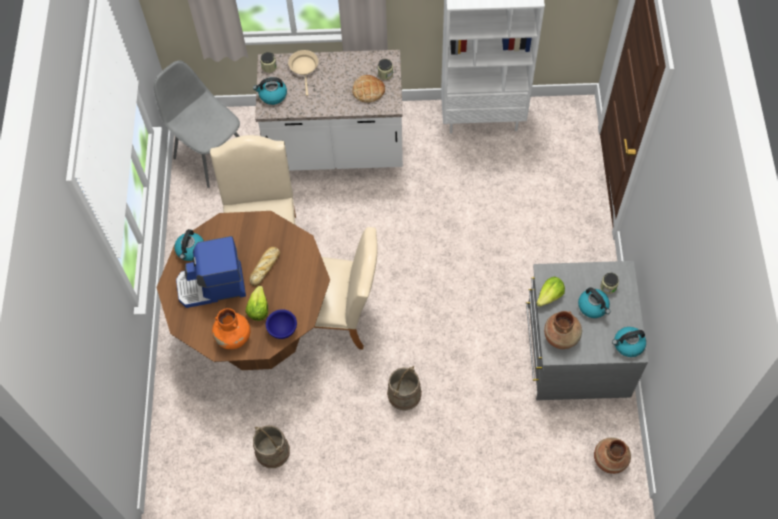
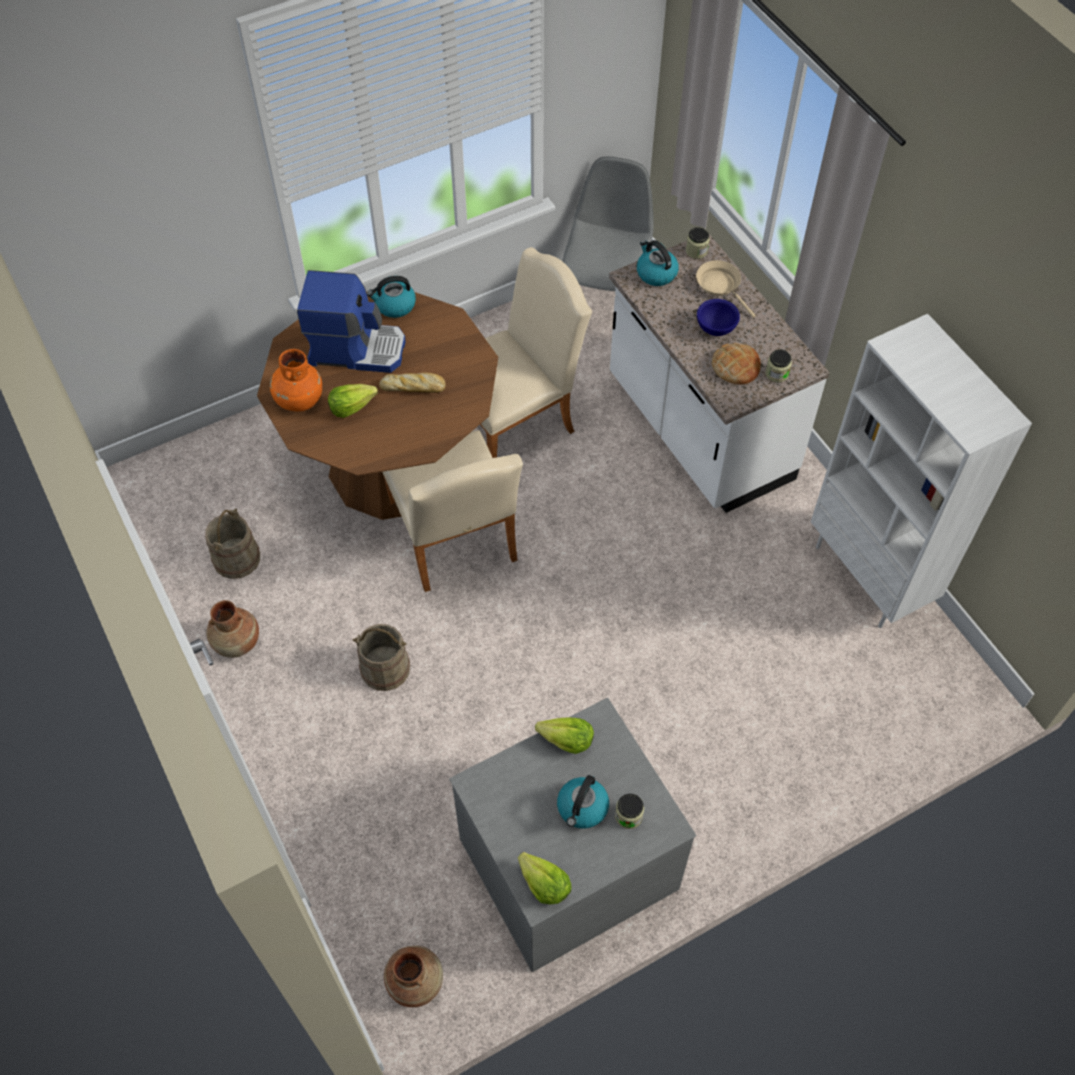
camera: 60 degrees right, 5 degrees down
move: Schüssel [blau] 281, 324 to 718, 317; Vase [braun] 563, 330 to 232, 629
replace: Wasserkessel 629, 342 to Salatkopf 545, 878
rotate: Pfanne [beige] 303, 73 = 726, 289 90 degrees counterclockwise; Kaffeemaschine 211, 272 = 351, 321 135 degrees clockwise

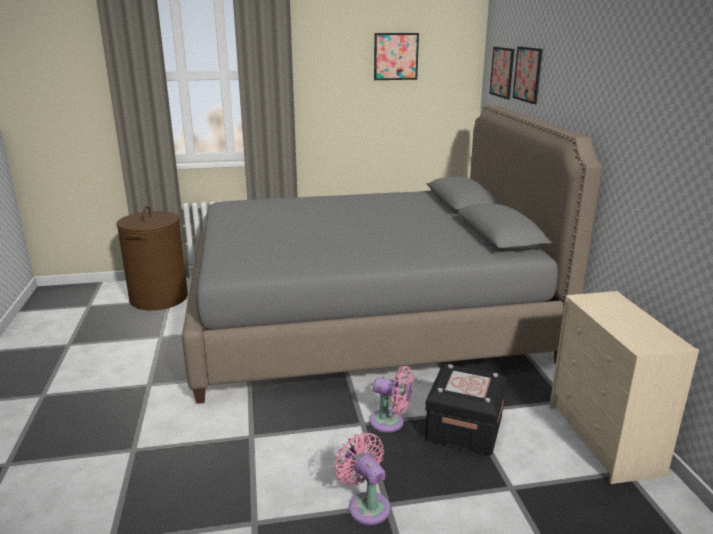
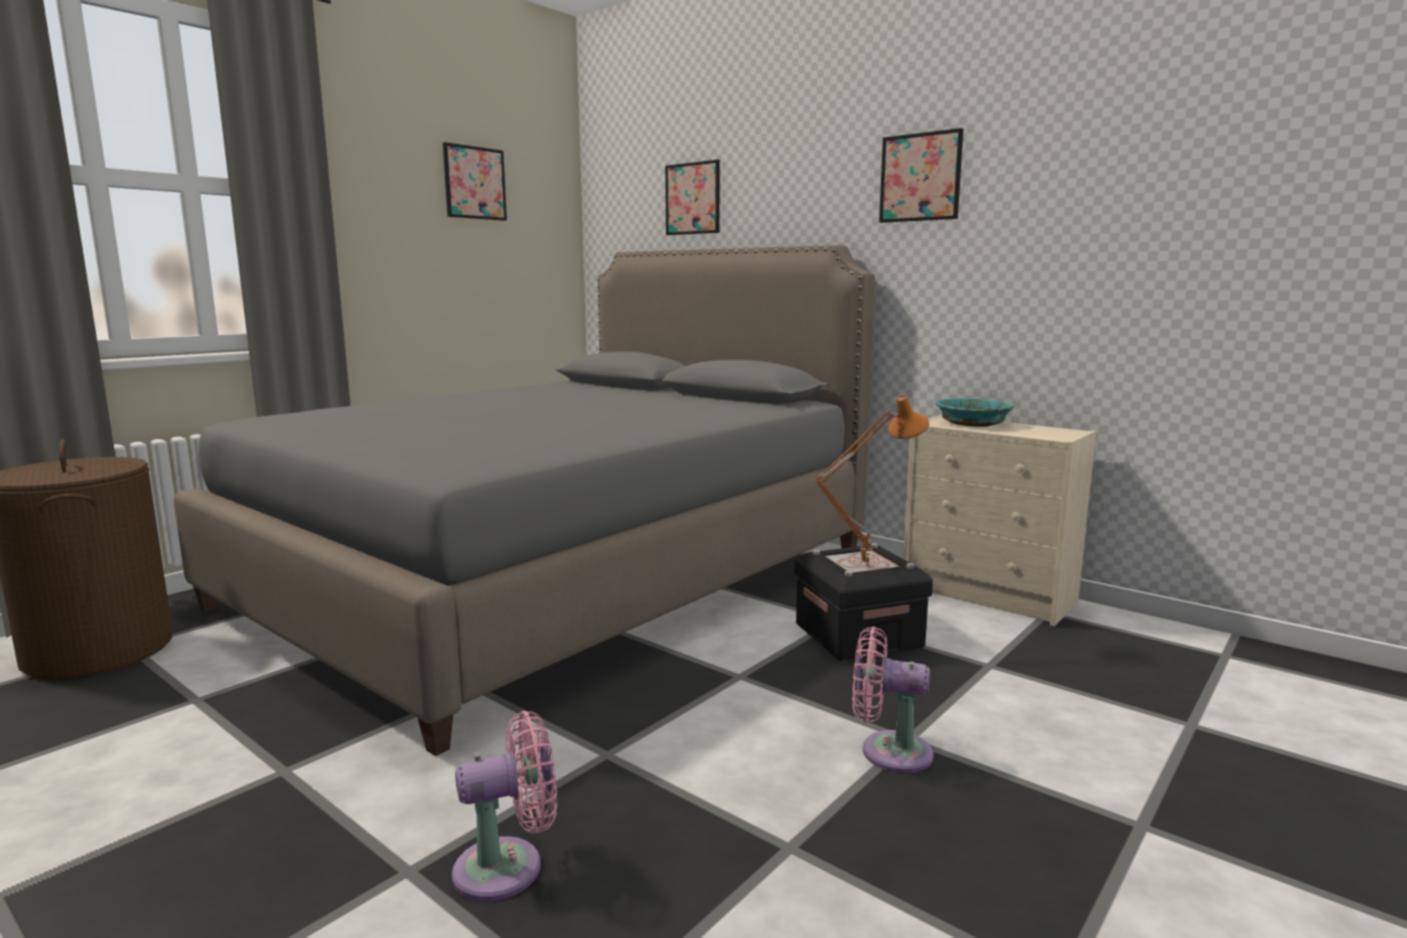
camera: 40 degrees left, 10 degrees down
insert: Tischlampe [orange] 871, 480; Schüssel [türkis] 974, 412
move: Bild 502, 73 to 921, 175; Ventilator [rosa] 391, 399 to 504, 805

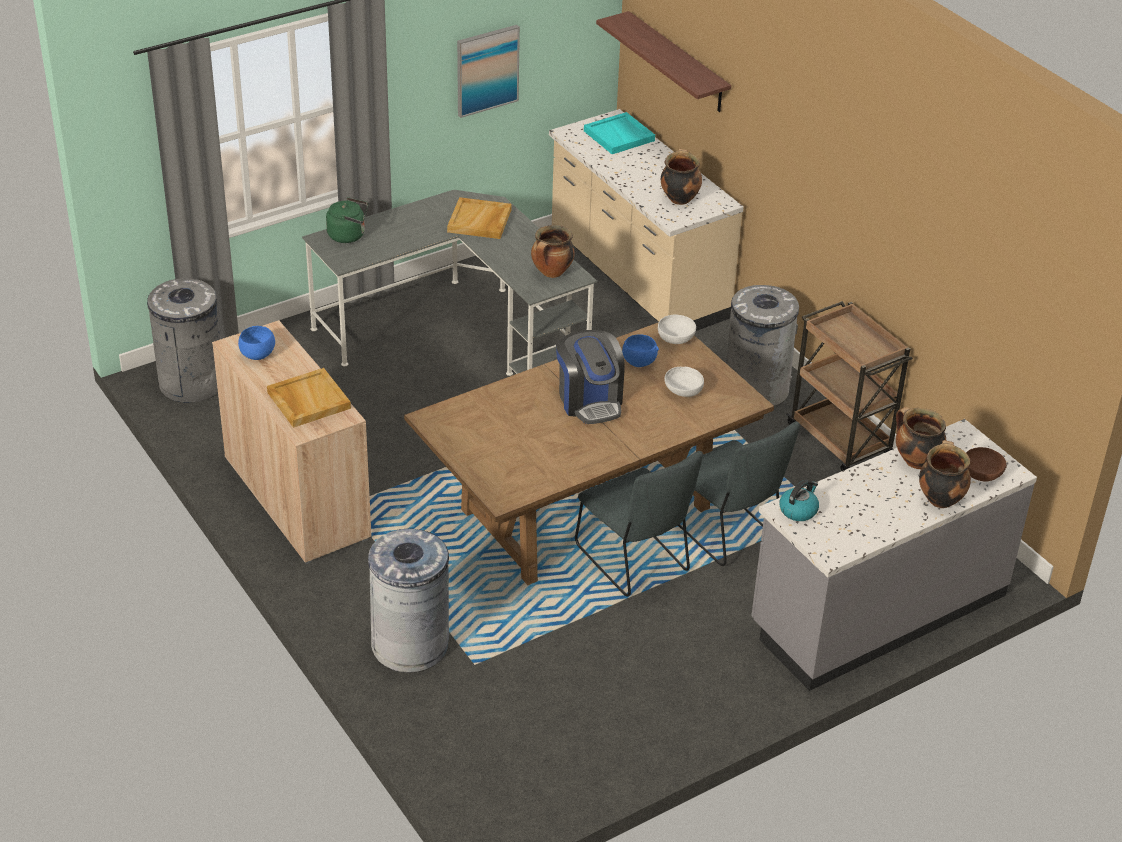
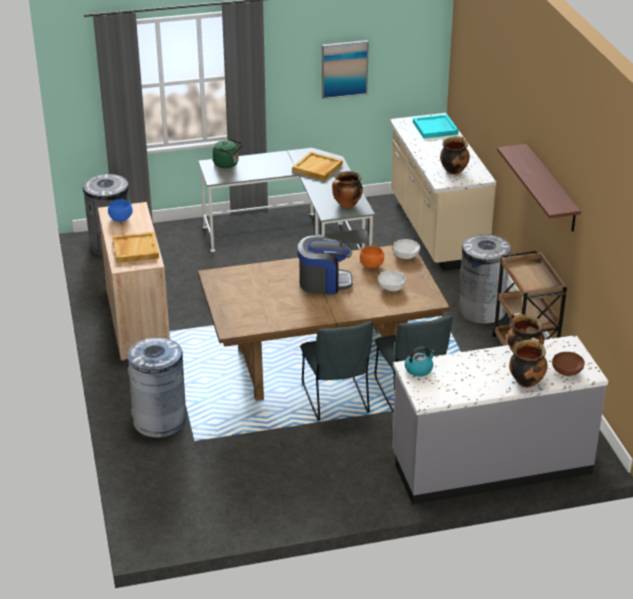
camera: 20 degrees right, 5 degrees down
move: Wandregal 663, 61 to 539, 188
recolor: Schüssel [blau] 640, 350 to Schüssel [orange] 372, 257
rotate: Kaffeemaschine 590, 377 = 325, 264 90 degrees counterclockwise

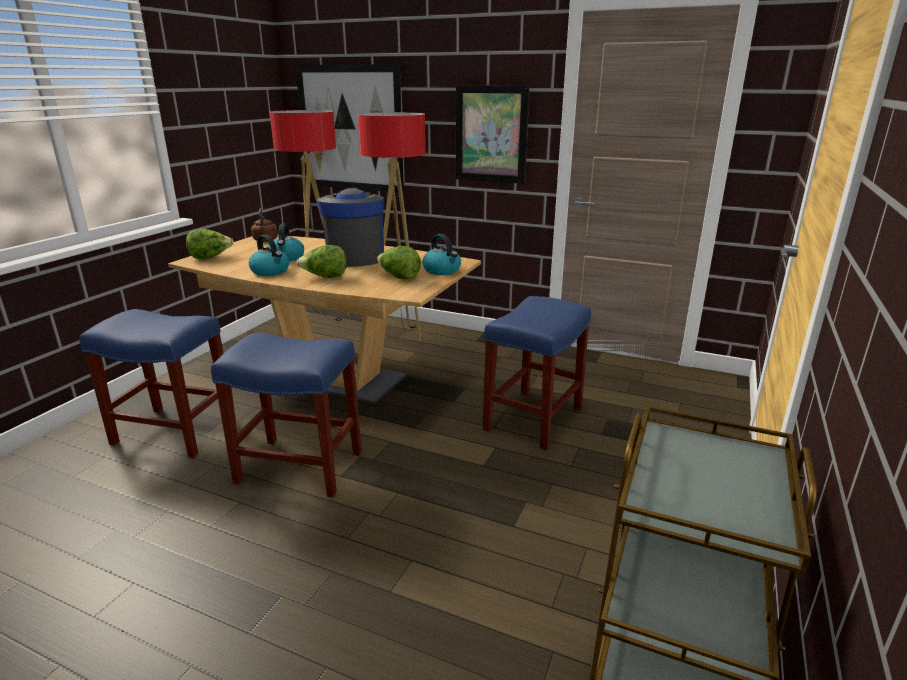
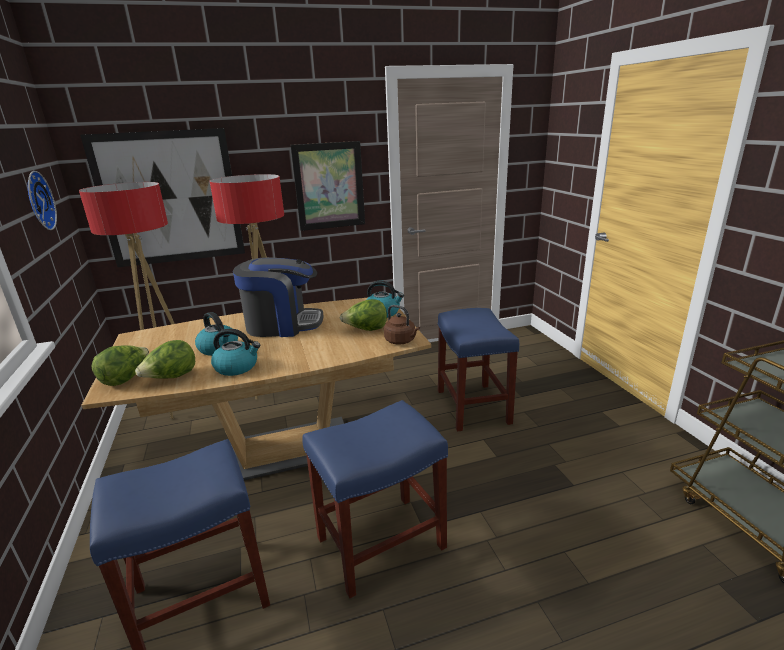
camera: 40 degrees left, 0 degrees up
insert: Wanduhr 42, 200
move: Wasserkessel [braun] 264, 225 to 402, 325; Salatkopf 321, 261 to 165, 359
rotate: Kaffeemaschine 350, 227 = 278, 297 135 degrees clockwise

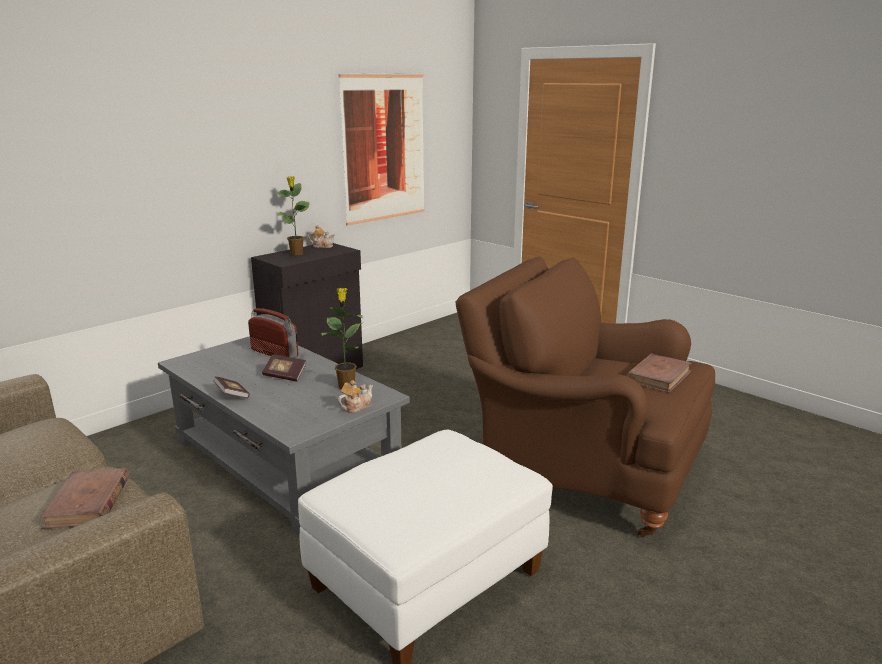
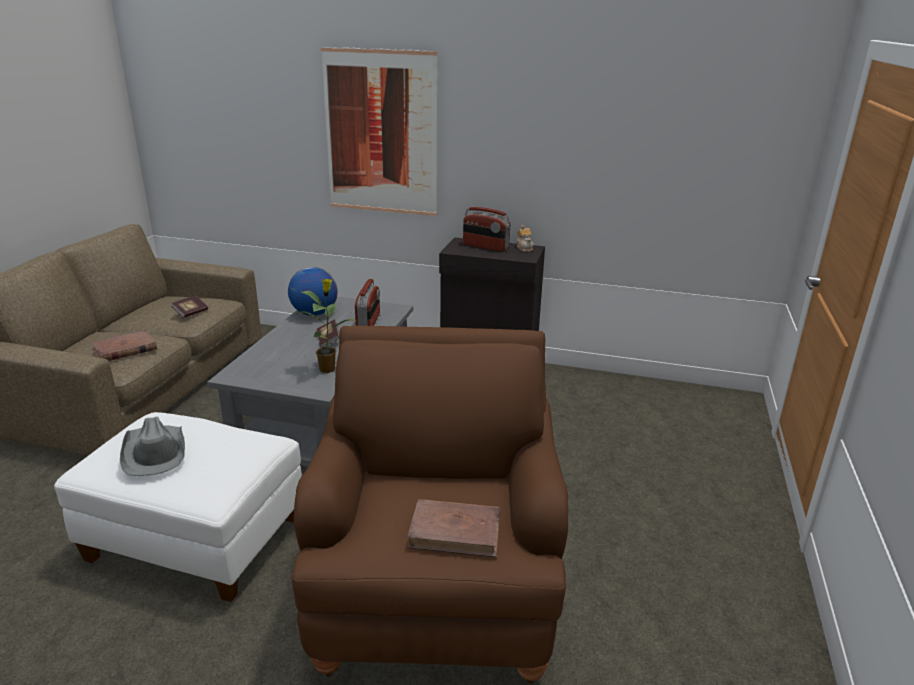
camera: 60 degrees right, 5 degrees up
delete: Teekanne 355, 396
insert: Globus 312, 291; Hut [grau] 152, 446
move: Bild 381, 149 to 379, 131; Buch 231, 387 to 189, 306
replace: Topfpflanze 294, 215 to Radio 487, 229

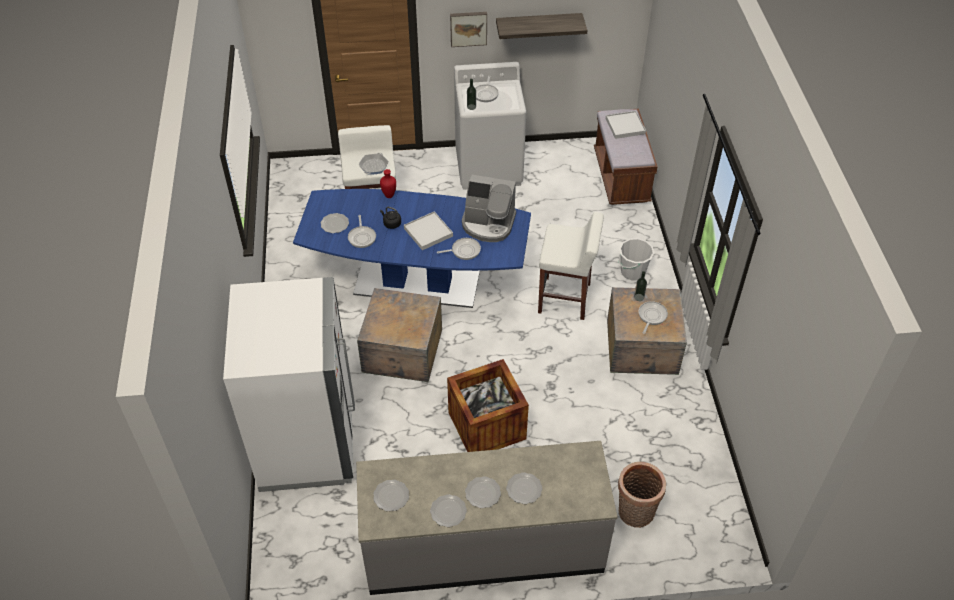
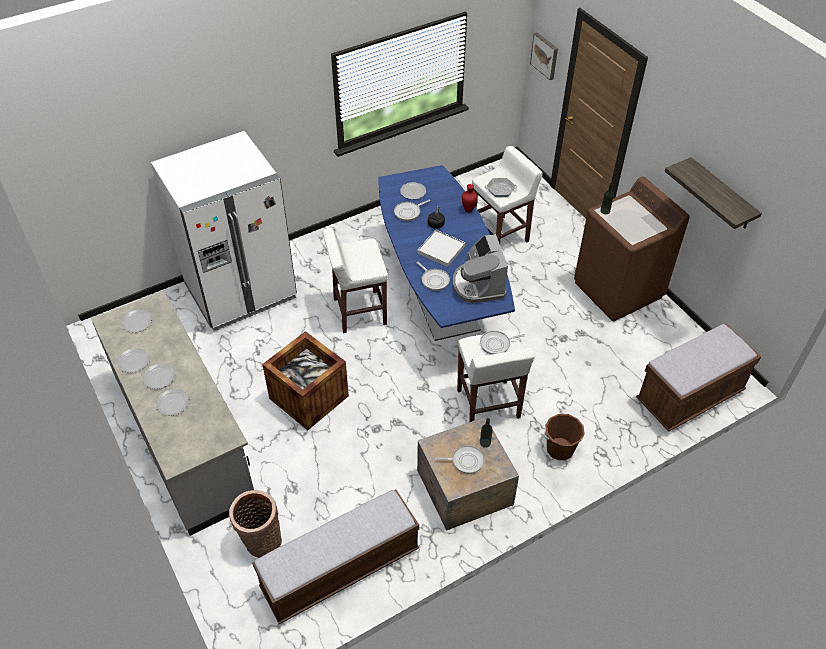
camera: 65 degrees right, 0 degrees up
delete: Tablett [weiß] 626, 125
insert: Bank 335, 556
move: Bild 468, 29 to 544, 56; Pfanne 487, 89 to 502, 343
replace: Kiste 399, 335 to Hocker [weiß] 355, 280
recolor: Waschmaschine [weiß] 490, 126 to Waschmaschine [braun] 632, 248; Eimer [weiß] 636, 259 to Eimer [braun] 564, 437

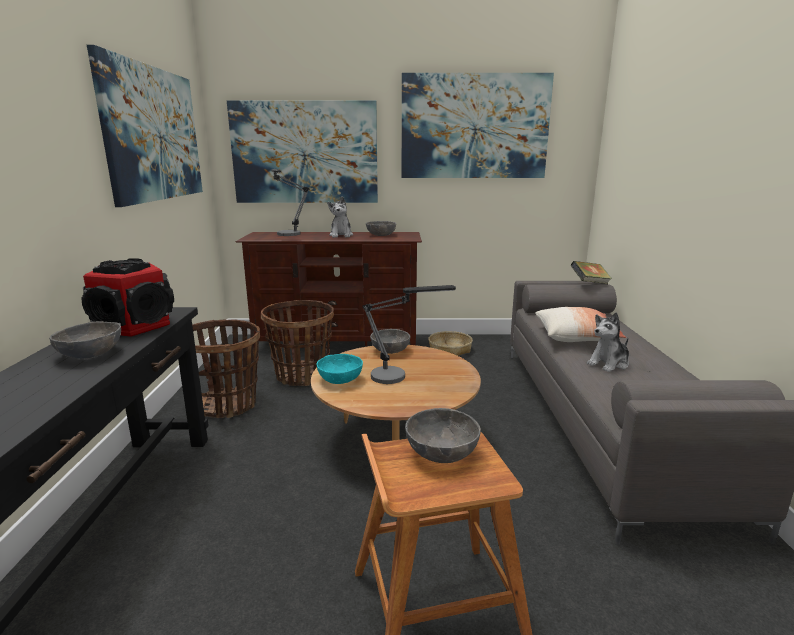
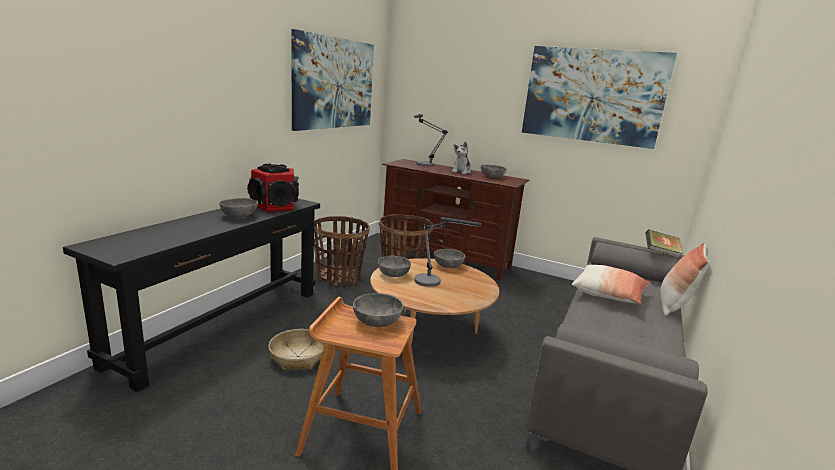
camera: 25 degrees right, 0 degrees up
delete: Bild 302, 152; Plüschtier 608, 342
insert: Kissen 684, 279
move: Korb 450, 343 to 296, 350
recolor: Schüssel [türkis] 340, 369 to Schüssel [grau] 394, 266

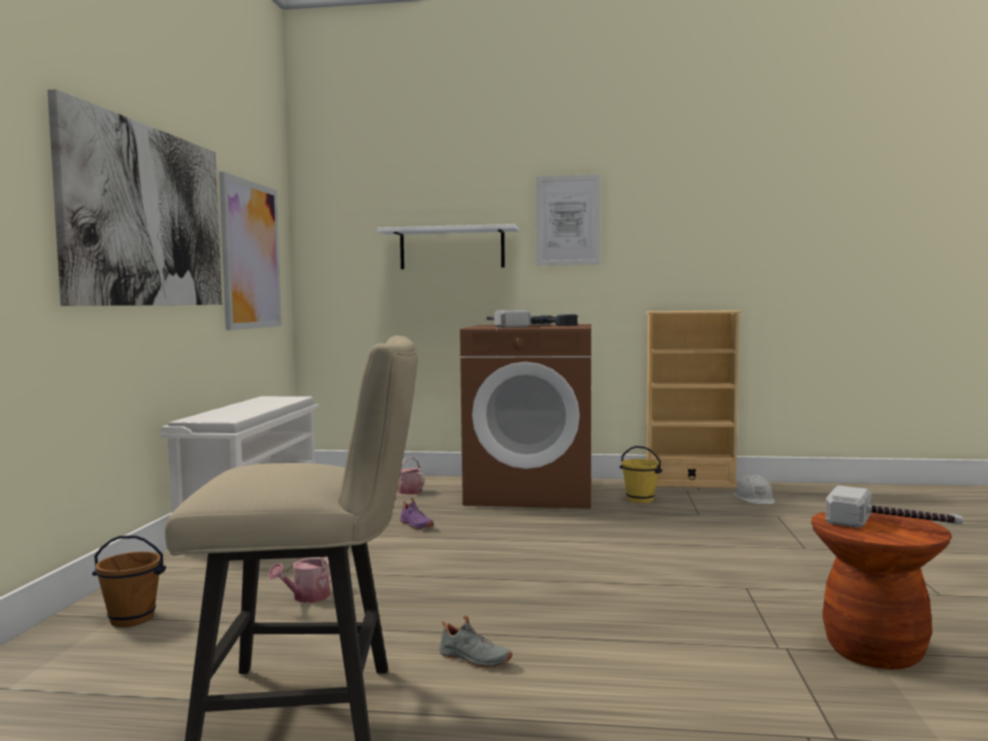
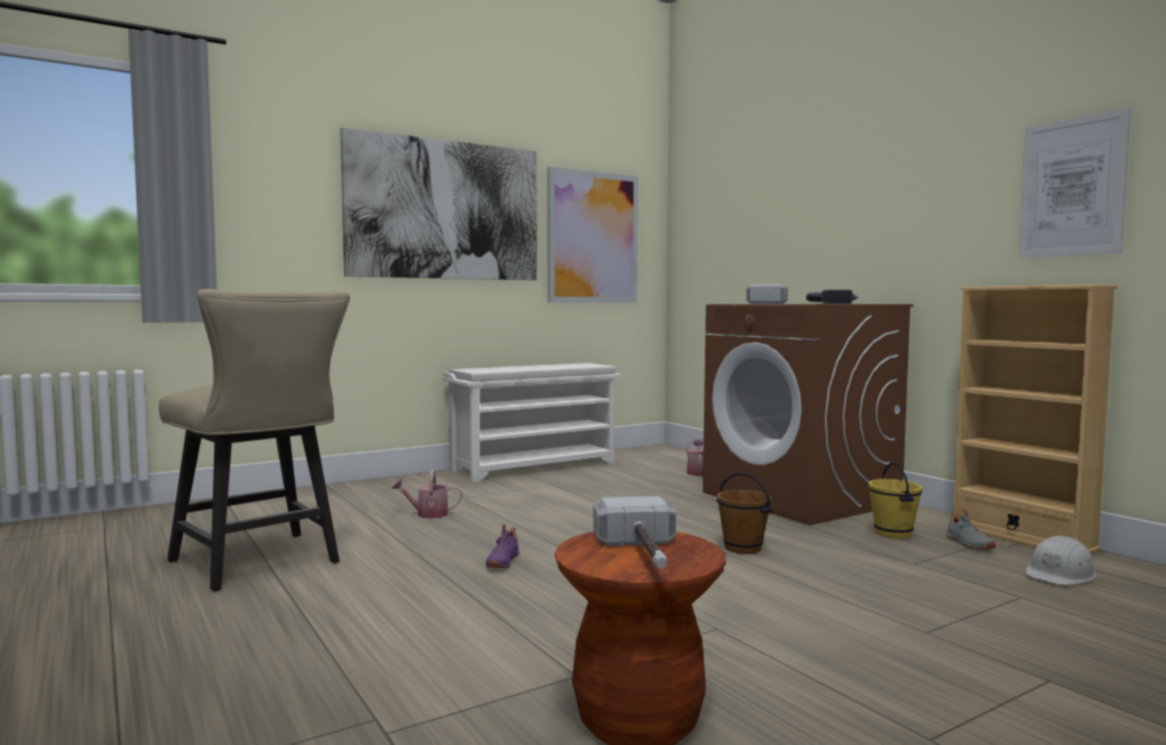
camera: 50 degrees right, 0 degrees up
delete: Wandregal [weiß] 448, 246
move: Bild 568, 220 to 1074, 183; Schuh [lila] 417, 513 to 503, 546; Eimer [braun] 129, 581 to 744, 513; Schuh [grau] 475, 641 to 970, 529

